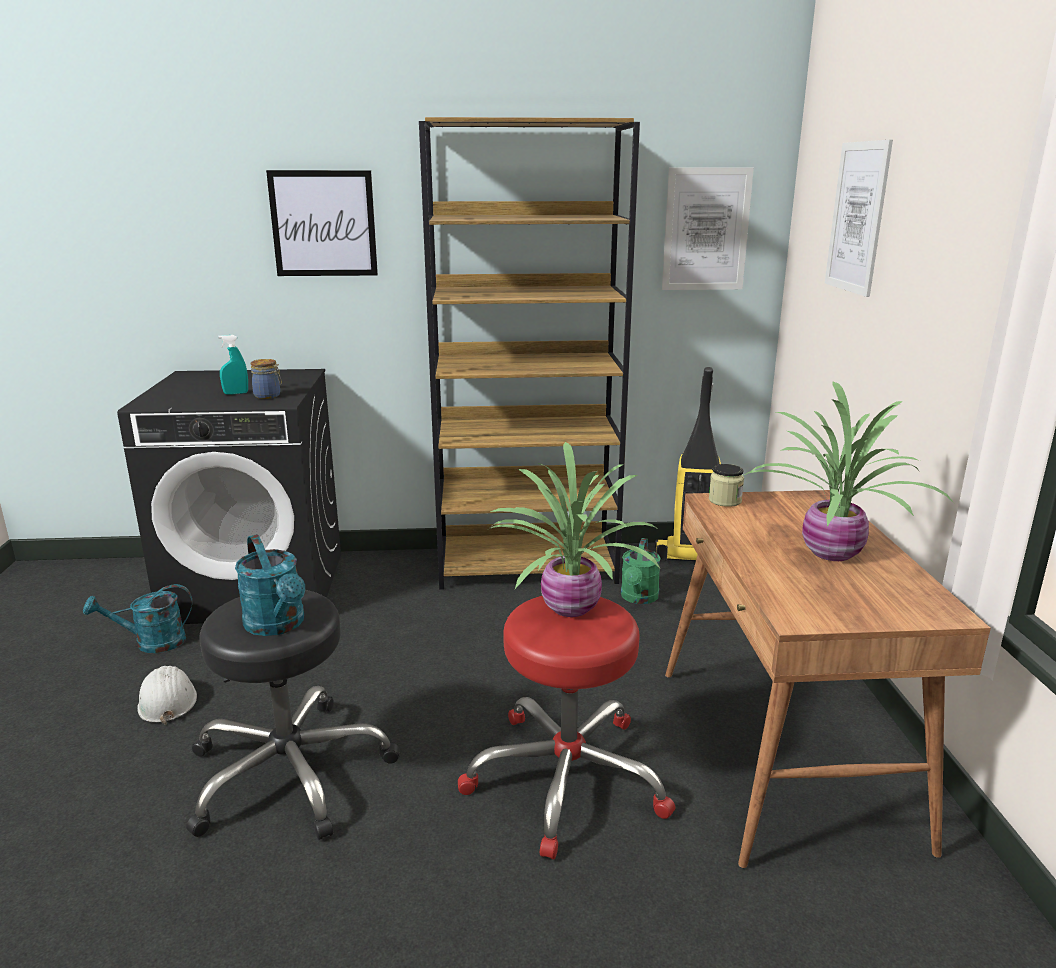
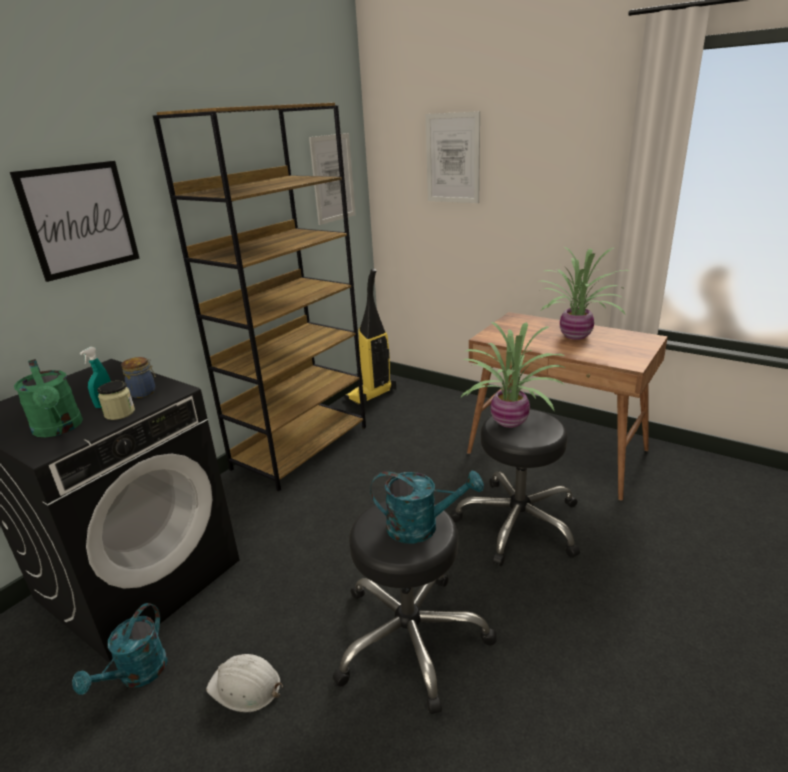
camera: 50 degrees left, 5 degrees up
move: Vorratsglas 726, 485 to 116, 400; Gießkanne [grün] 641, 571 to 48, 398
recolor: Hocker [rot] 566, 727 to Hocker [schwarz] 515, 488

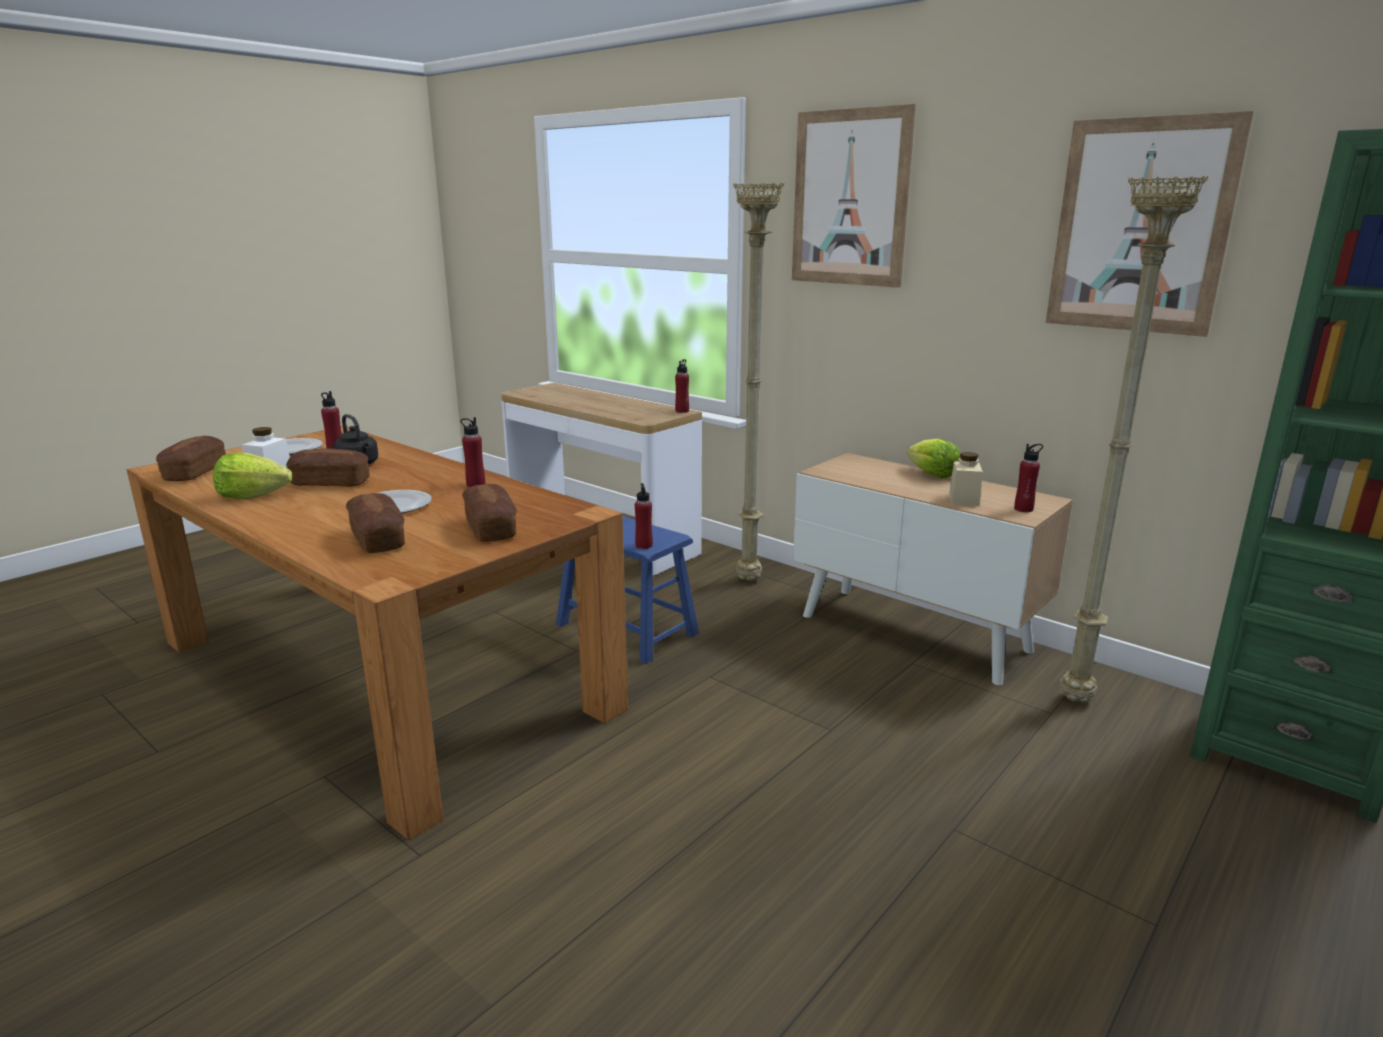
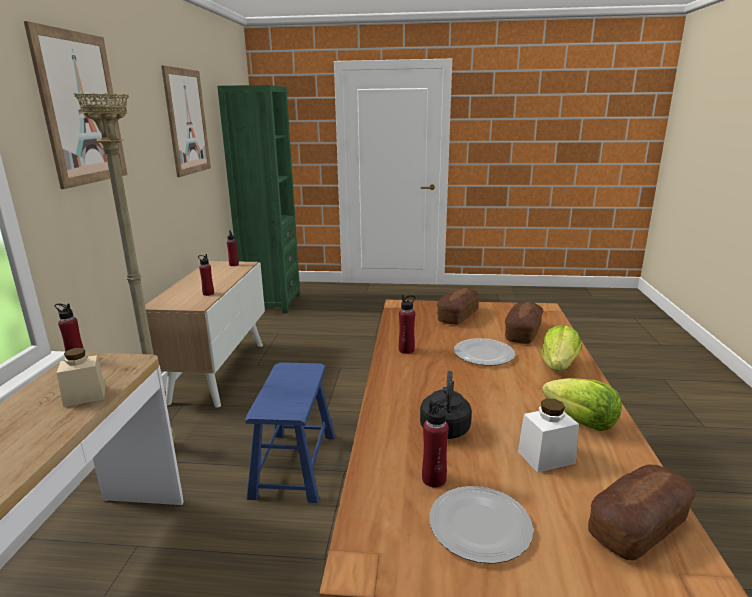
camera: 125 degrees left, 0 degrees up
delete: Stehlampe [beige] 1134, 439; Brot 328, 467
move: Salatkopf 933, 458 to 561, 348; Vorratsglas [beige] 966, 479 to 81, 377; Flasche [rot] 644, 516 to 206, 275

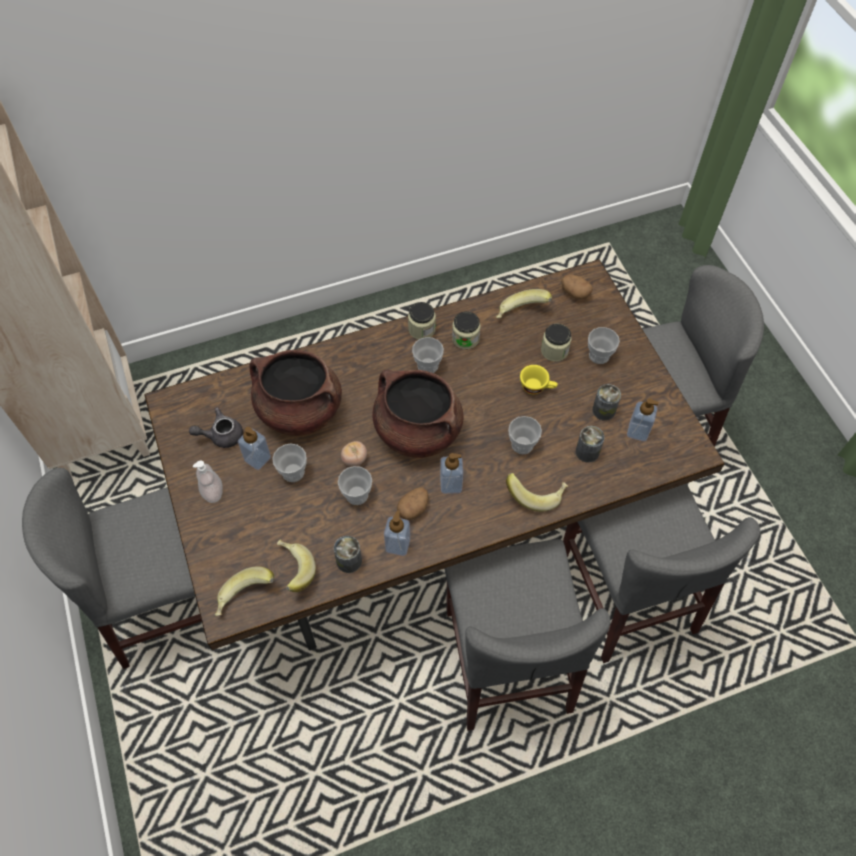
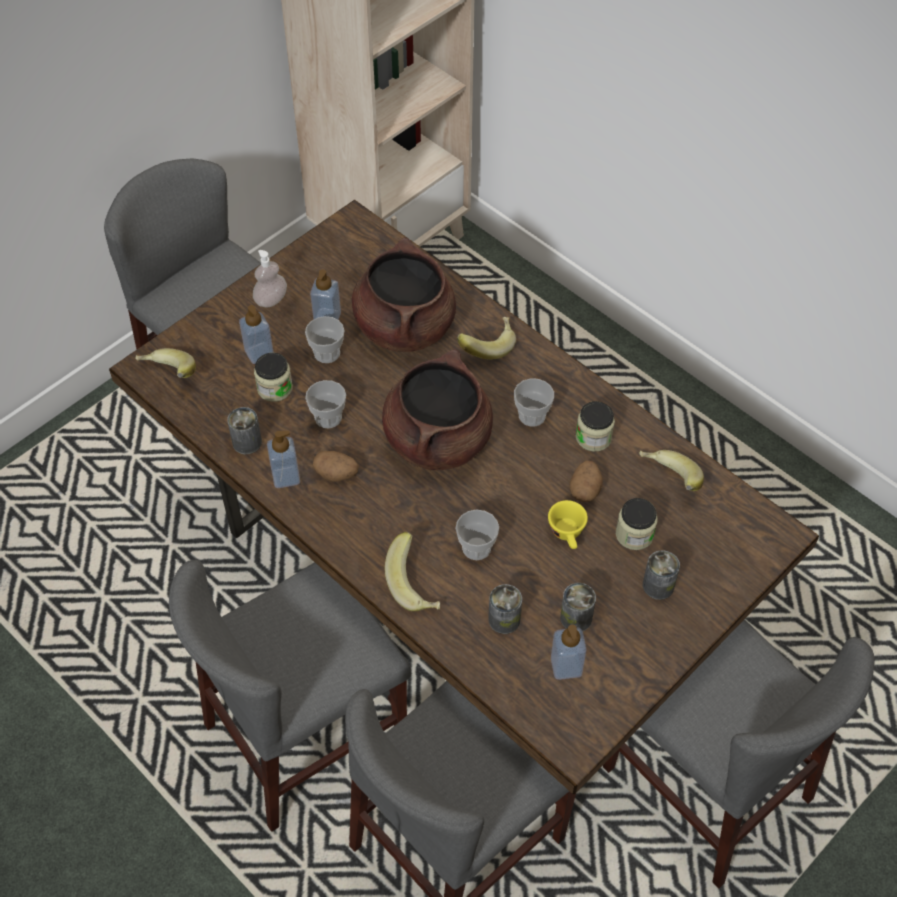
camera: 65 degrees right, 5 degrees down
delete: Teekanne [grau] 216, 427; Tomate 354, 454
move: Kartoffel 577, 287 to 586, 481; Vorratsglas 422, 321 to 273, 377; Seifenspender 451, 473 to 256, 334; Banane 296, 566 to 486, 338
replace: Tasse 604, 345 to Dose 661, 575

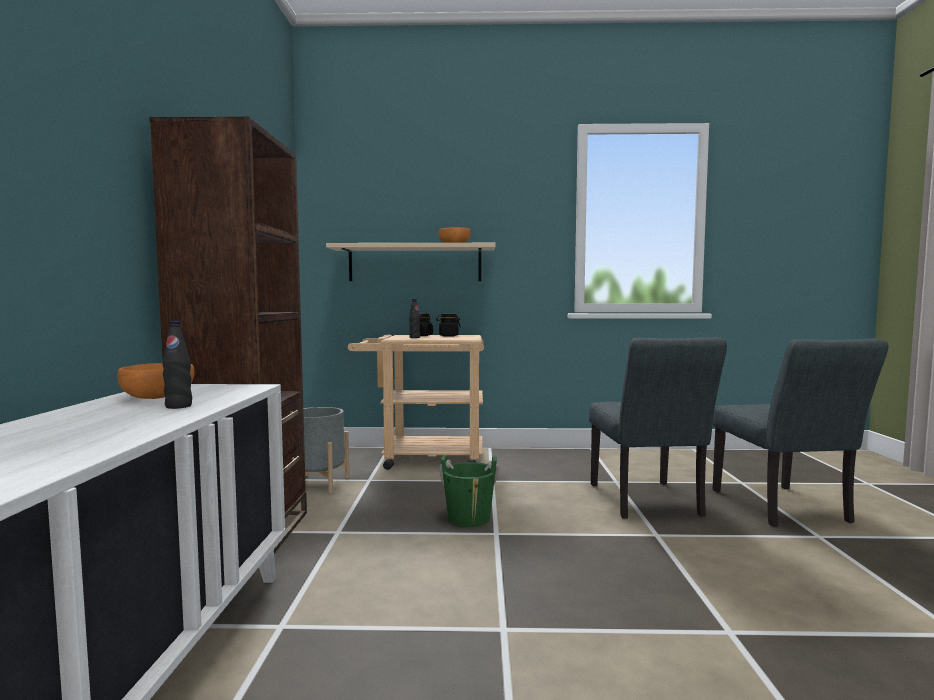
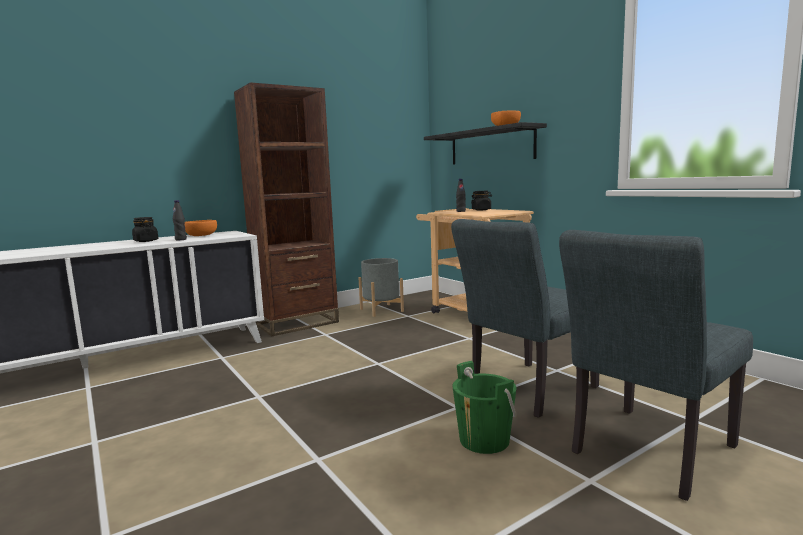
camera: 55 degrees right, 5 degrees up
move: Vorratsglas [schwarz] 448, 325 to 145, 229; Eimer [grün] 469, 491 to 484, 407
recolor: Wandregal [beige] 410, 262 to Wandregal [schwarz] 485, 143

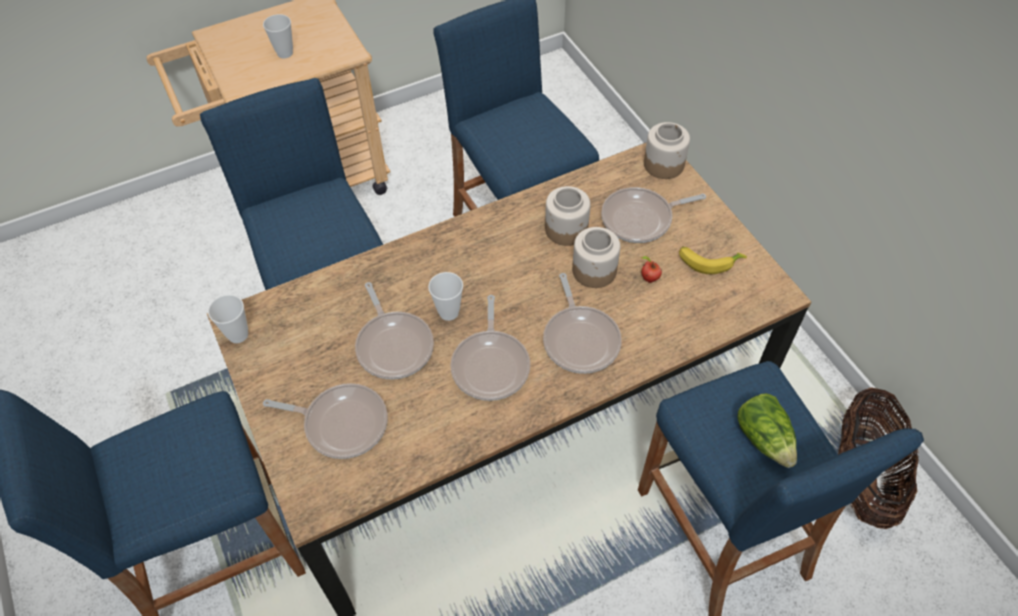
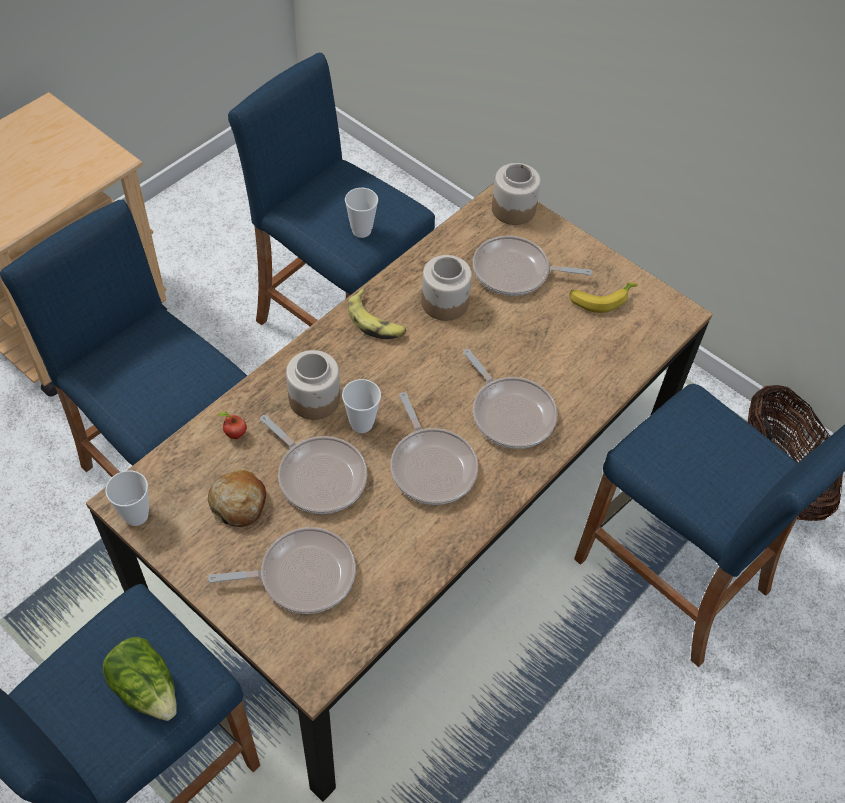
camera: 25 degrees left, 0 degrees up
insert: Banane 377, 313; Brot 237, 498
move: Tasse 278, 36 to 361, 213; Vorratsglas 596, 257 to 313, 385; Apfel 651, 269 to 232, 425; Salatkopf 767, 430 to 140, 679
rotate: Pfanne 653, 215 = 532, 266 45 degrees clockwise

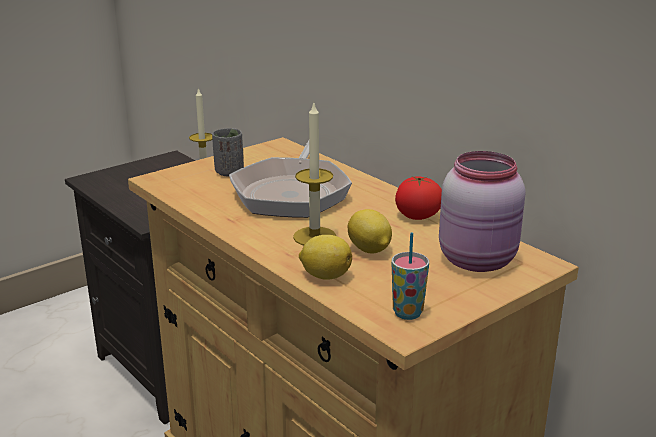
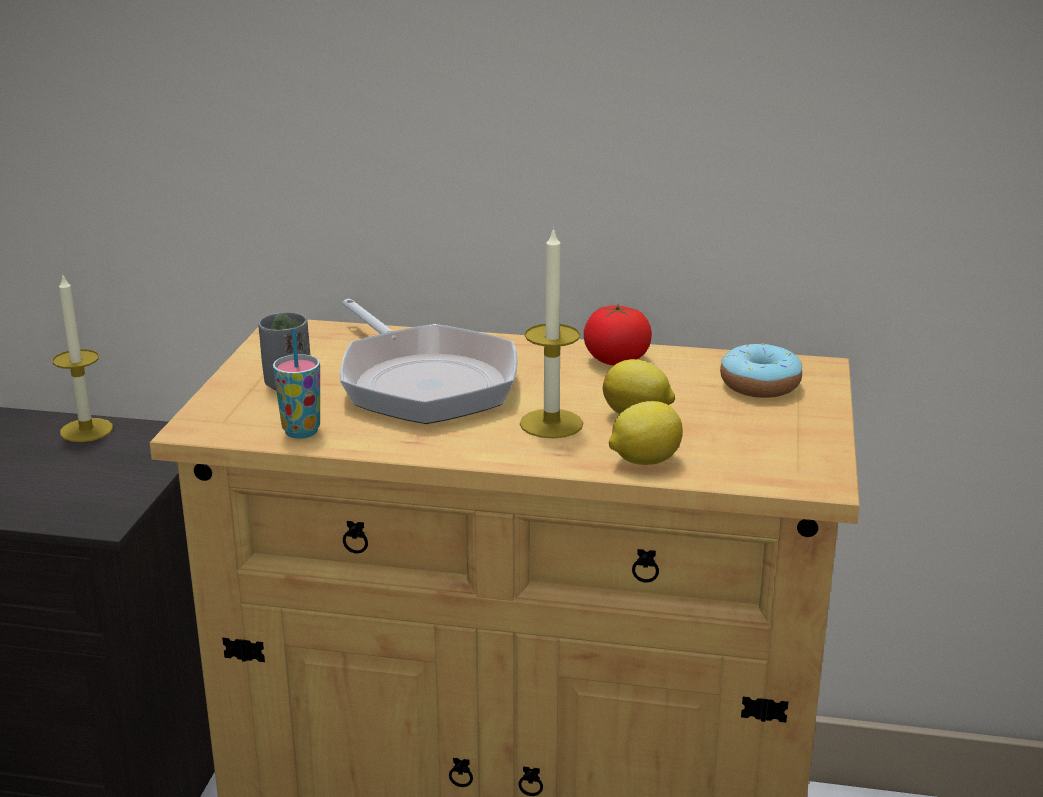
camera: 40 degrees left, 0 degrees up
move: Tasse 410, 276 to 296, 383
replace: Vorratsglas [rosa] 482, 211 to Donut 761, 370

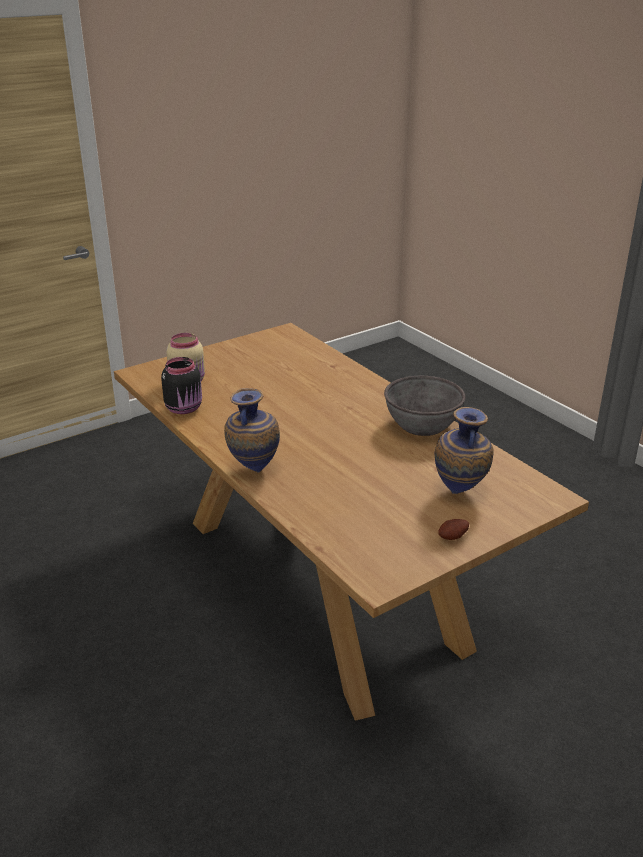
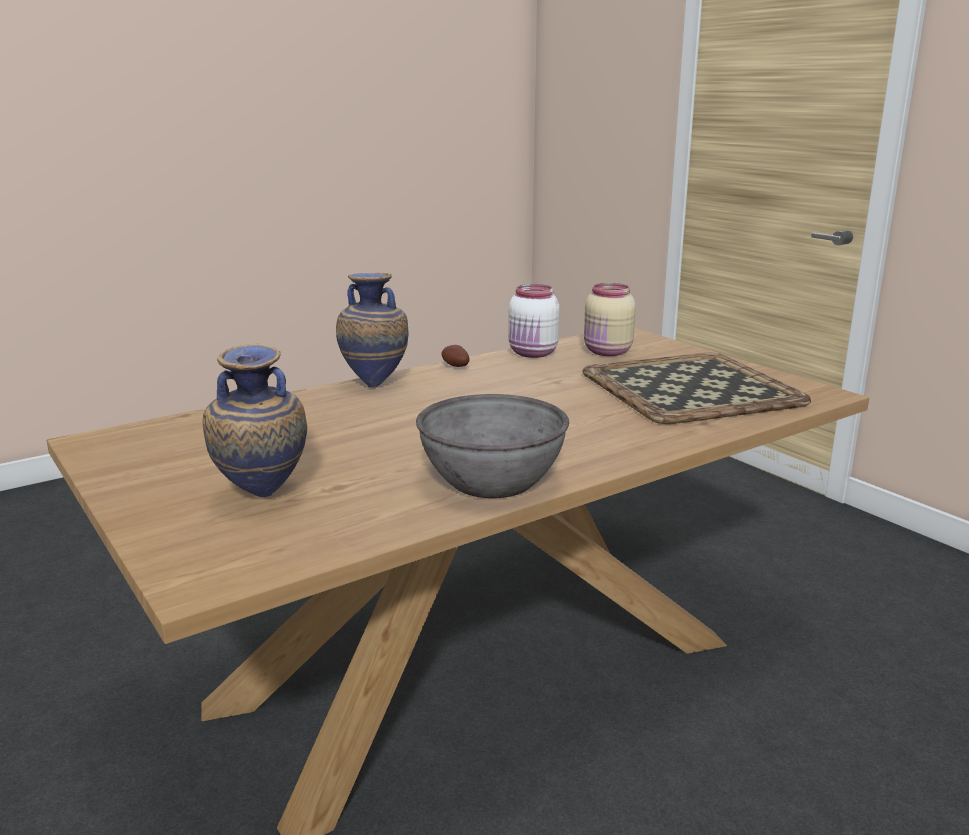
camera: 90 degrees right, 10 degrees down
insert: Tablett 696, 388
move: Kartoffel 453, 529 to 455, 356
recolor: Vorratsglas [schwarz] 181, 385 to Vorratsglas [weiß] 534, 321

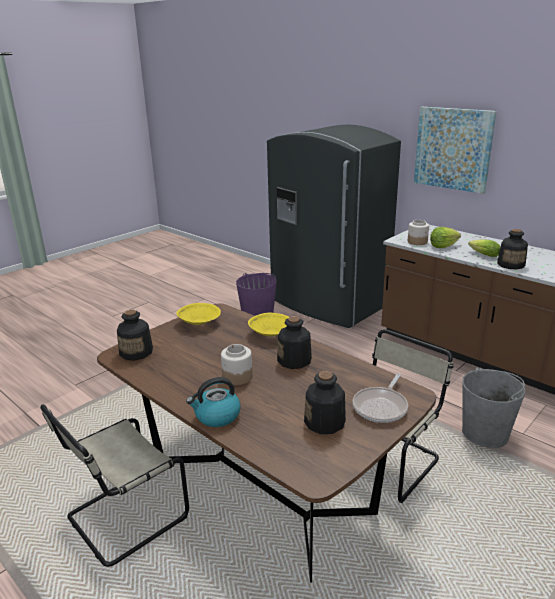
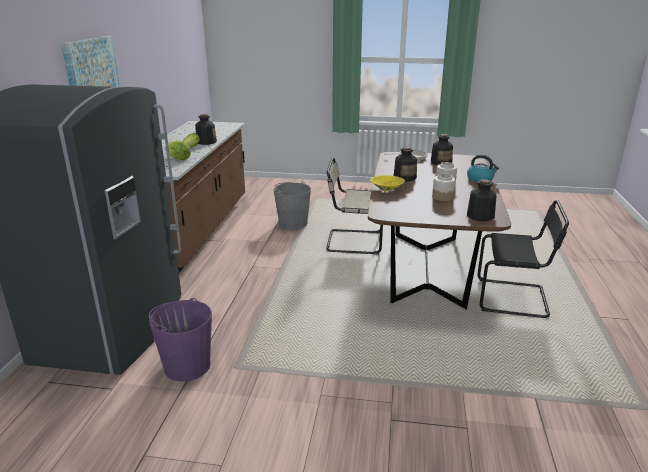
camera: 125 degrees left, 0 degrees up
delete: Schüssel [gelb] 198, 314
move: Vorratsglas 418, 232 to 444, 187
recolor: Stuhl [beige] 114, 485 to Stuhl [schwarz] 523, 259

